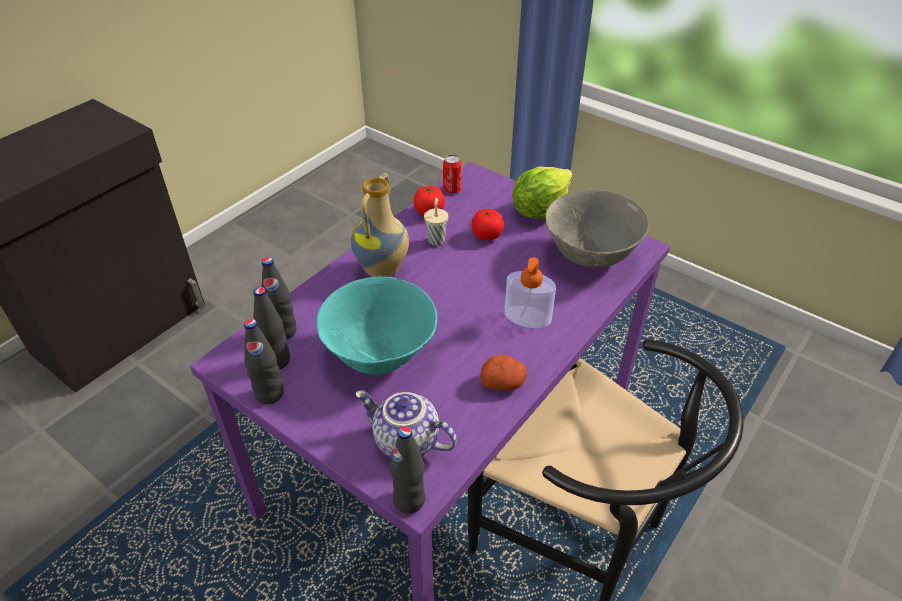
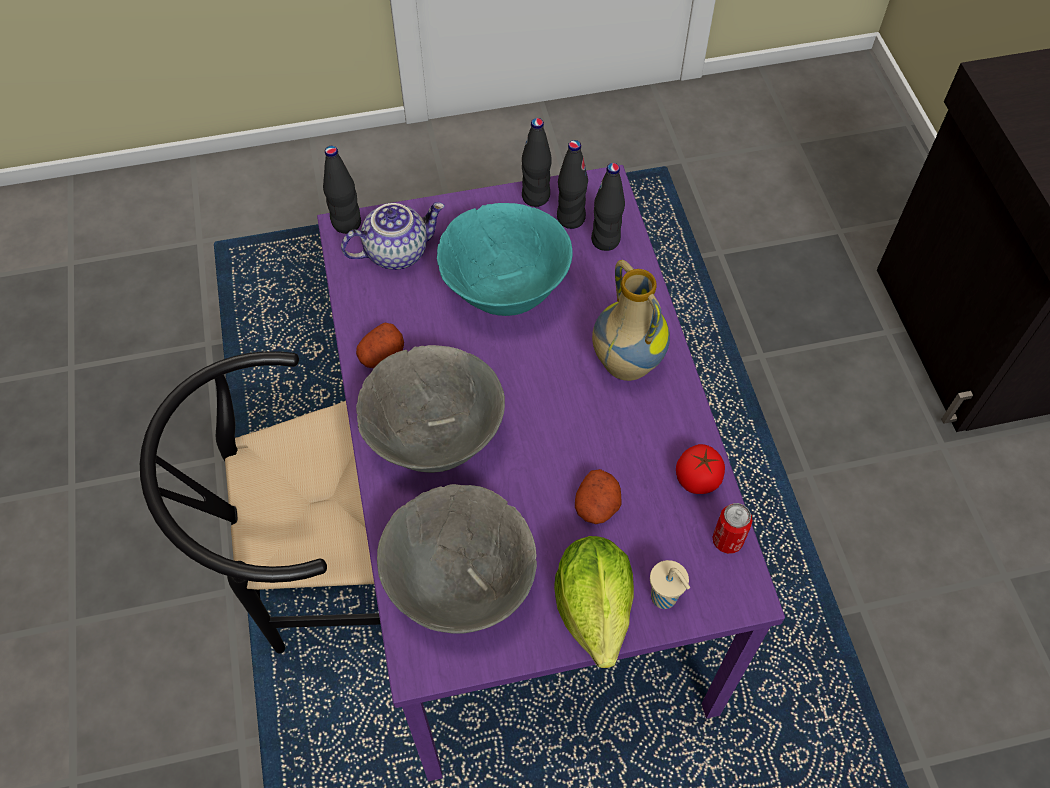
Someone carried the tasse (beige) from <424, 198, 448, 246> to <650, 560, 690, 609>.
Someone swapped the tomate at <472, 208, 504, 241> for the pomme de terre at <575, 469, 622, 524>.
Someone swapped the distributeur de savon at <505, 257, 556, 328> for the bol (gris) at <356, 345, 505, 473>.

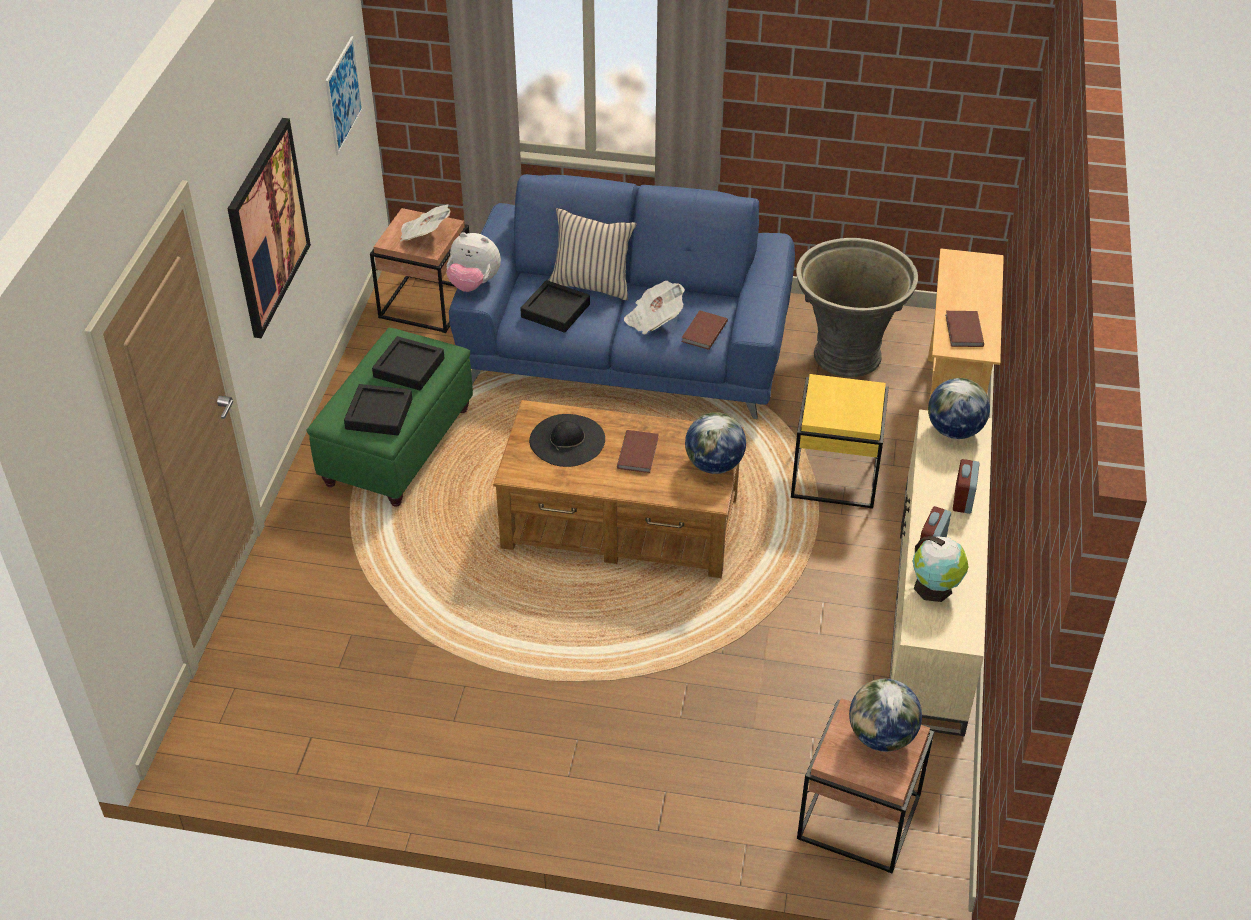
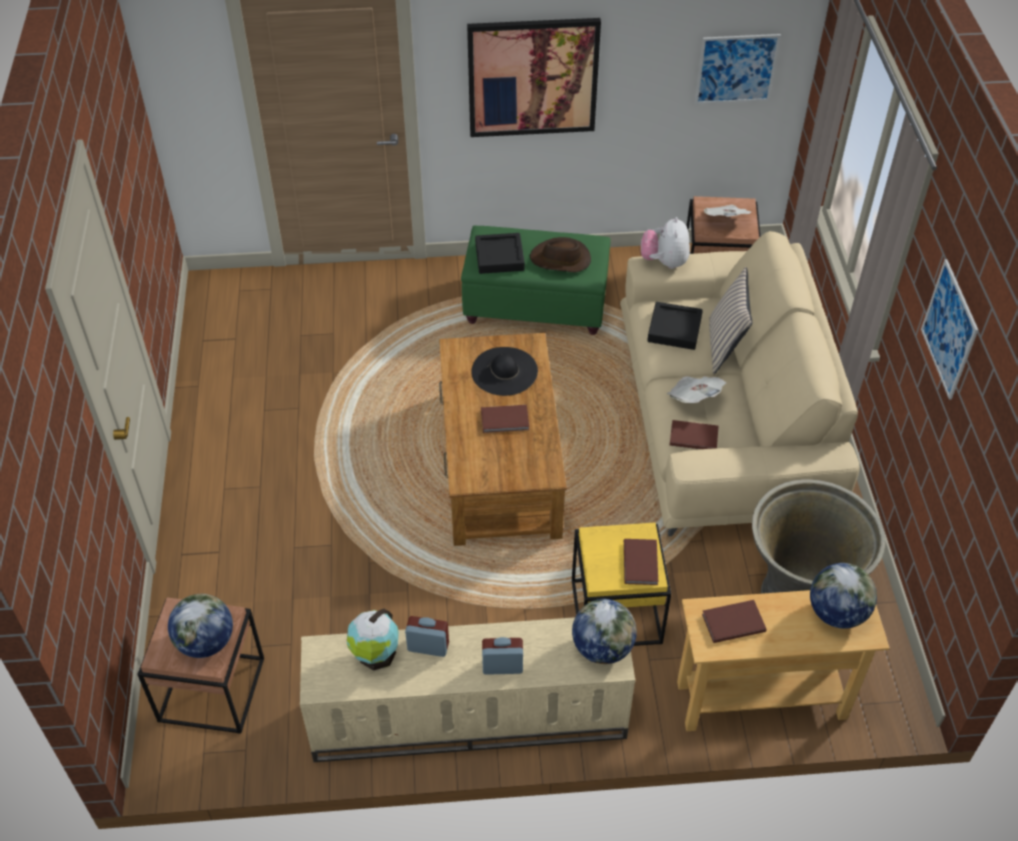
Someone repainted the canapé (bleu) at <449, 174, 795, 419>, which became the canapé (beige) at <620, 231, 860, 536>.
Someone swapped the plateau (noir) at <372, 336, 444, 390> for the chapeau (marron) at <530, 237, 591, 272>.
Someone carried the globe from <685, 412, 746, 474> to <810, 563, 877, 629>.
Someone put up the tableau at <921, 259, 978, 400>.
Someone put down the livre (marron) at <624, 539, 658, 585>.

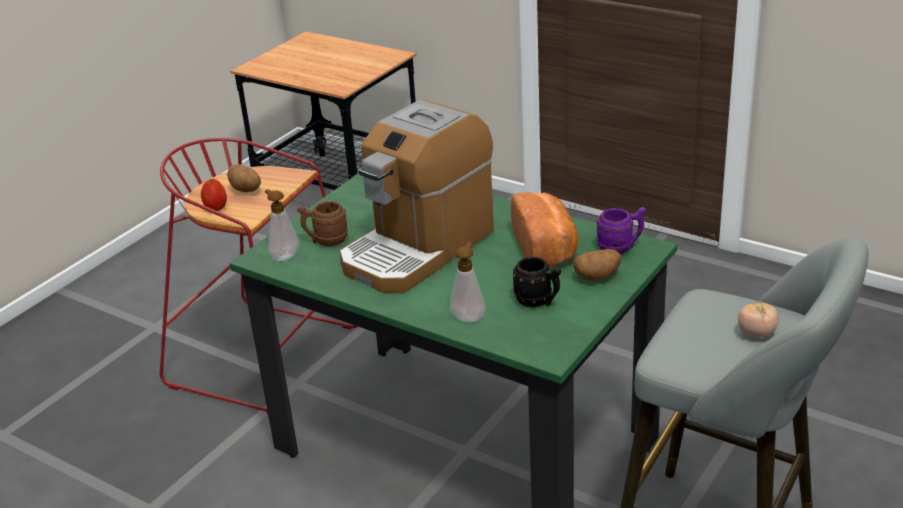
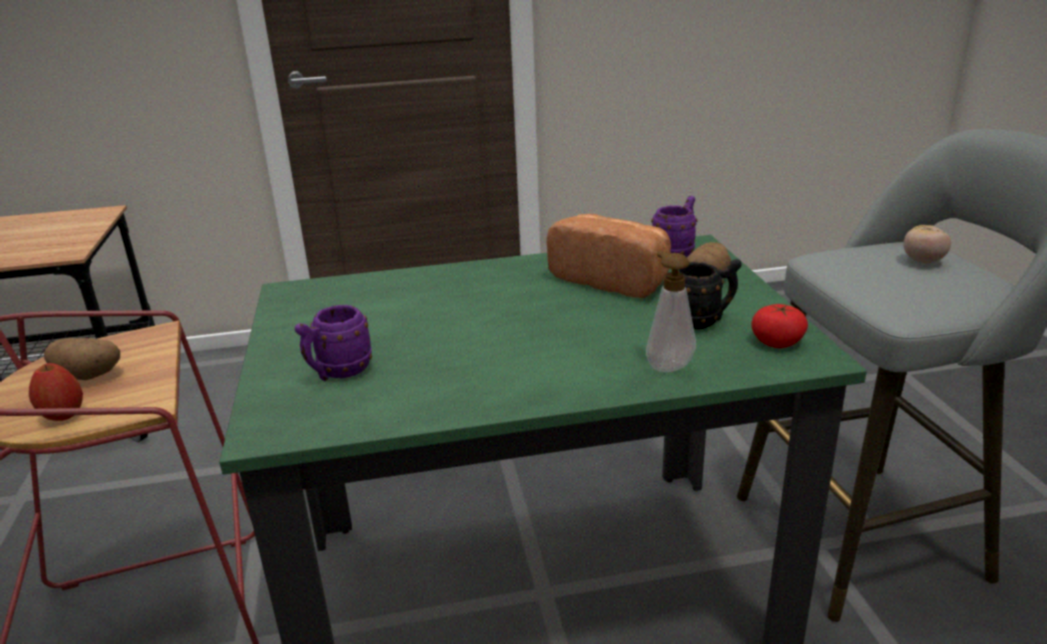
Someone took away the machine à café at <340, 100, 494, 293>.
Someone took away the distributeur de savon at <265, 189, 299, 261>.
Someone repainted the mug (marron) at <297, 201, 348, 246>, which became the mug (violet) at <295, 305, 372, 381>.
Someone put down the tomate at <751, 304, 808, 348>.

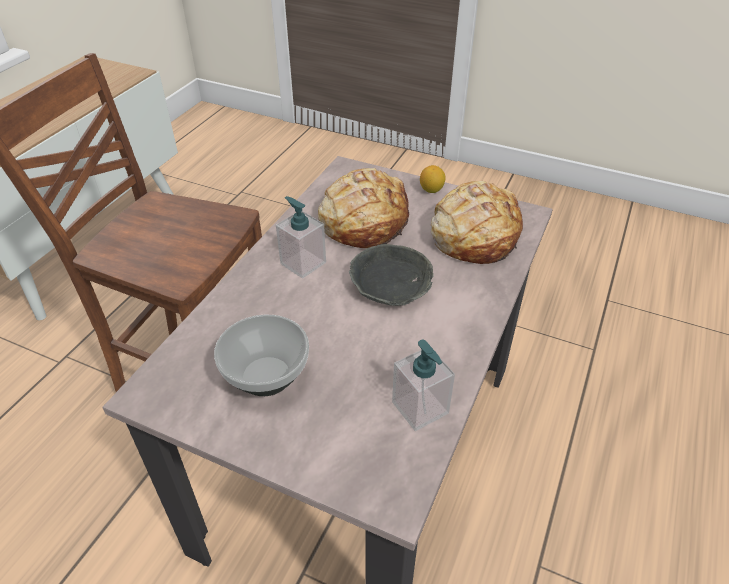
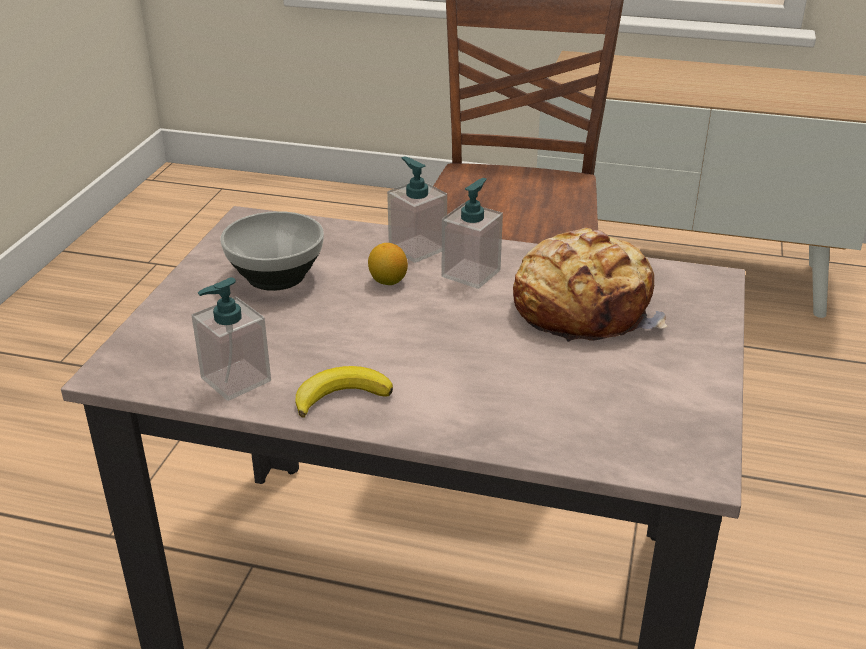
Someone carried the citron from <420, 165, 446, 193> to <368, 243, 408, 285>.
Someone took away the pain at <431, 181, 523, 264>.
Someone took away the bol (gris) at <349, 244, 434, 306>.
Someone put down the distributeur de savon at <387, 157, 447, 263>.
Someone put down the banane at <296, 366, 393, 418>.

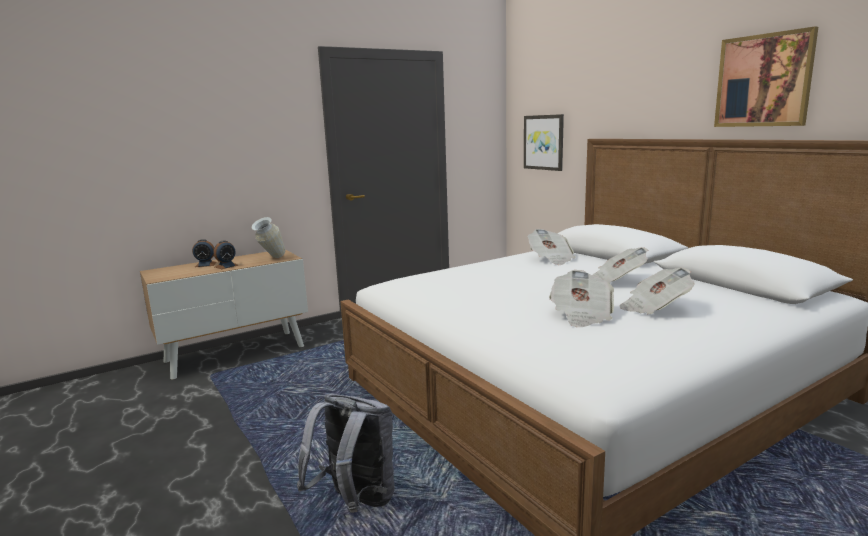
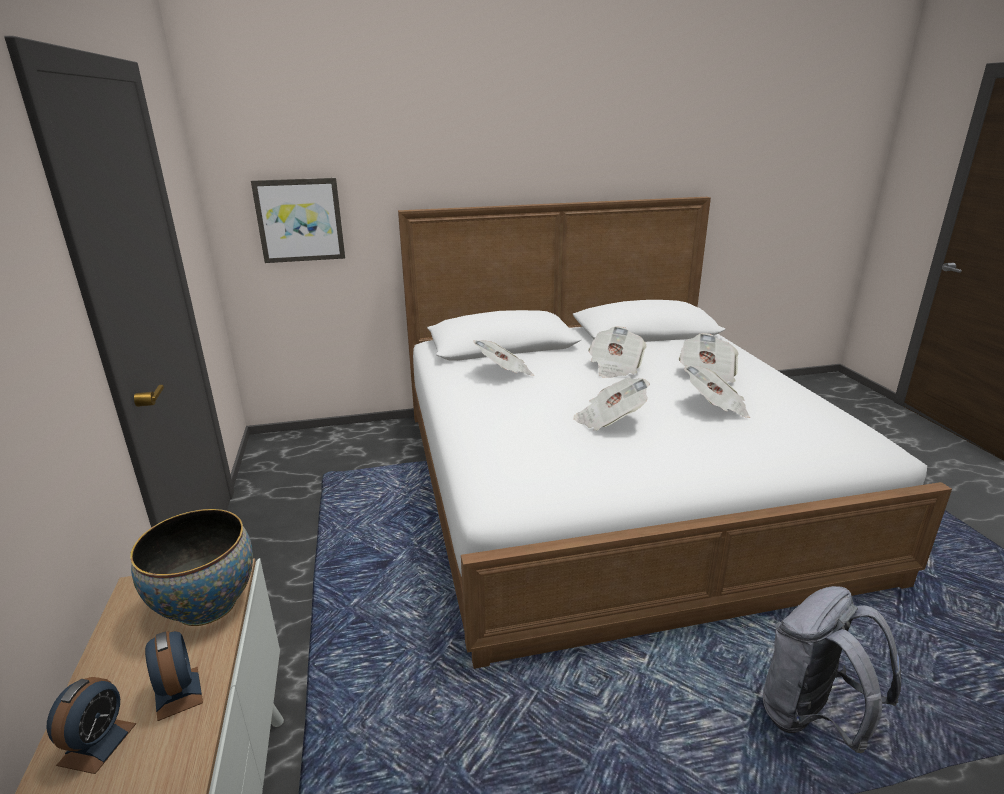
Someone took away the tableau at <714, 26, 818, 127>.
Someone swapped the vase at <252, 217, 285, 258> for the bol at <130, 509, 253, 626>.
Someone put down the journal at <573, 377, 650, 431>.

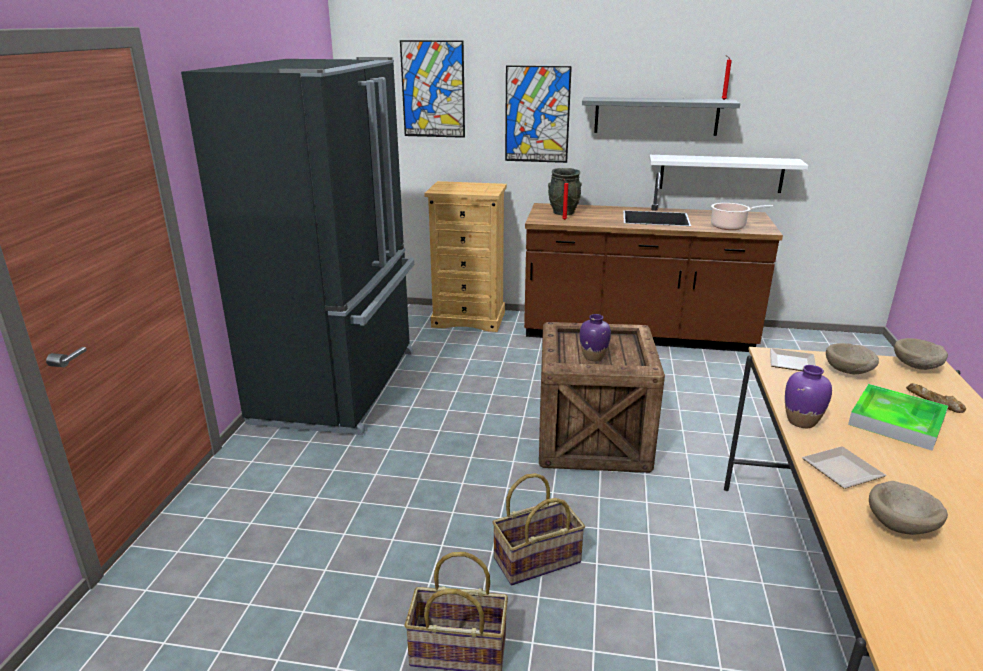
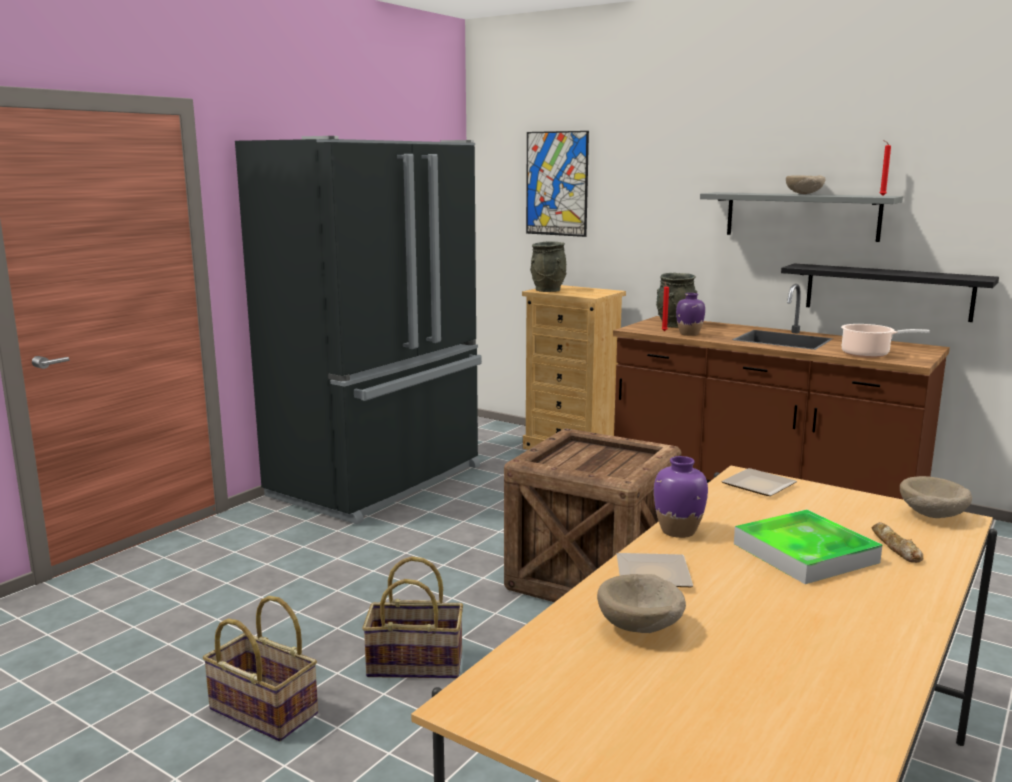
Someone took away the tableau at <505, 65, 572, 163>.
Someone repainted the étagère (blanc) at <649, 155, 808, 193>, which became the étagère (noir) at <781, 263, 999, 322>.
Someone carried the vase (violet) from <580, 314, 611, 361> to <676, 293, 705, 336>.
Someone carried the bol (beige) from <826, 343, 879, 374> to <786, 175, 826, 194>.
Someone put down the vase (gris) at <530, 241, 566, 292>.

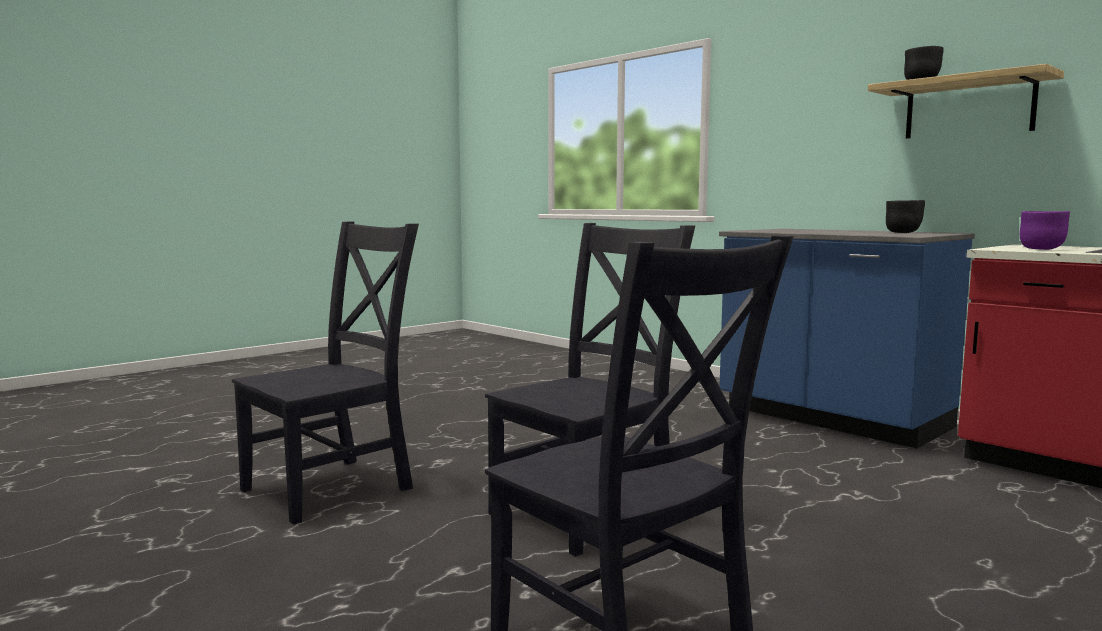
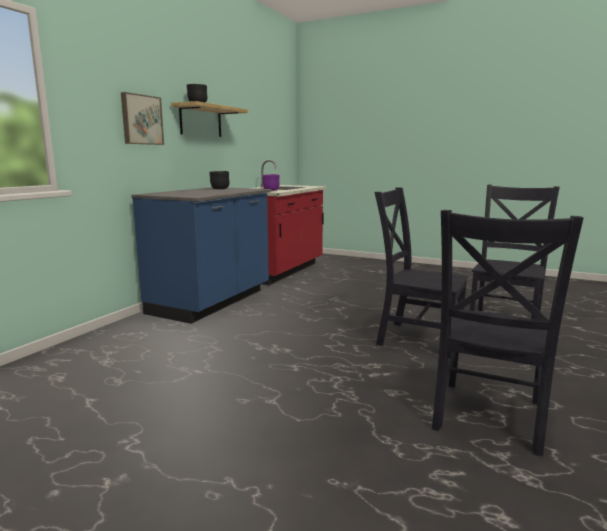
Someone rotated the chaise (noir) at <232, 222, 419, 525> by 90 degrees counterclockwise.
Someone put up the tableau at <121, 92, 164, 145>.

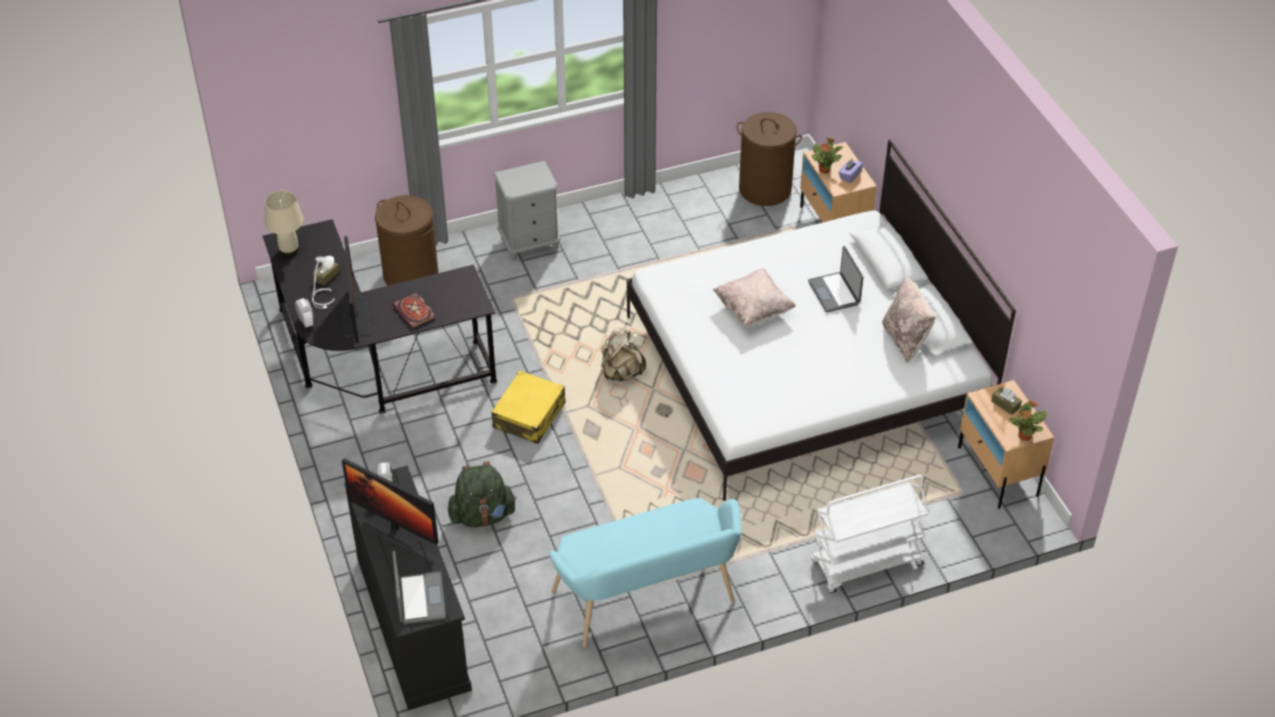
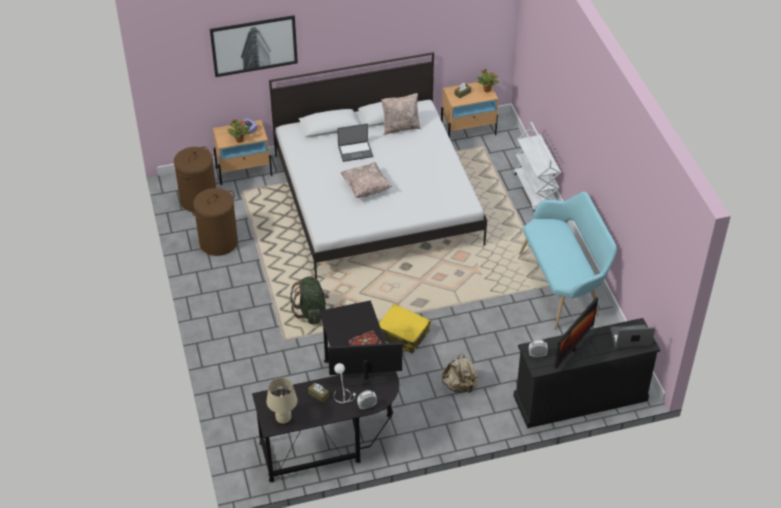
Someone took away the table de chevet (gris) at <493, 161, 560, 261>.
Someone carried the panier à linge (marron) from <375, 195, 438, 286> to <192, 188, 238, 256>.
Someone carried the sac à dos (beige) from <601, 328, 646, 381> to <442, 353, 478, 393>.
Someone carried the sac à dos (vert) from <447, 461, 517, 527> to <290, 277, 329, 324>.
Someone put up the tableau at <210, 15, 298, 77>.

